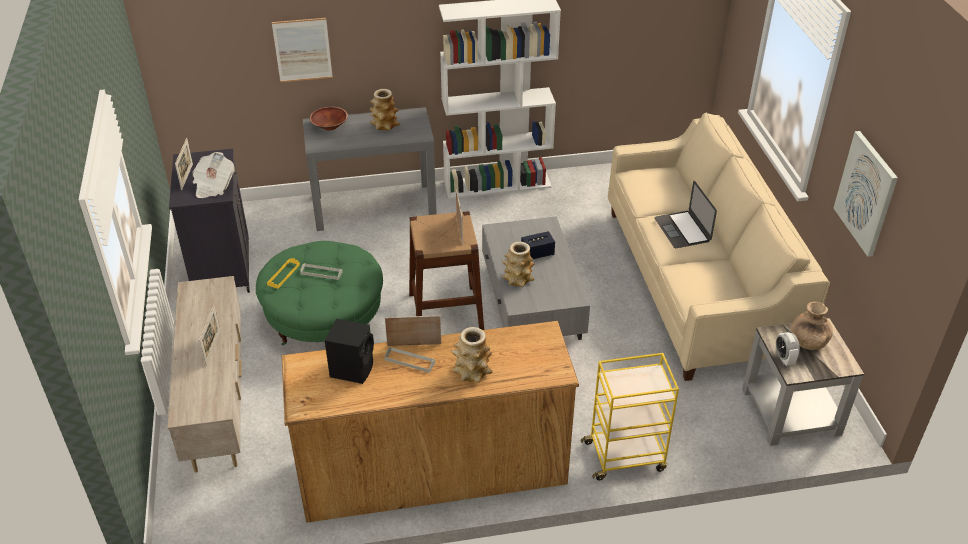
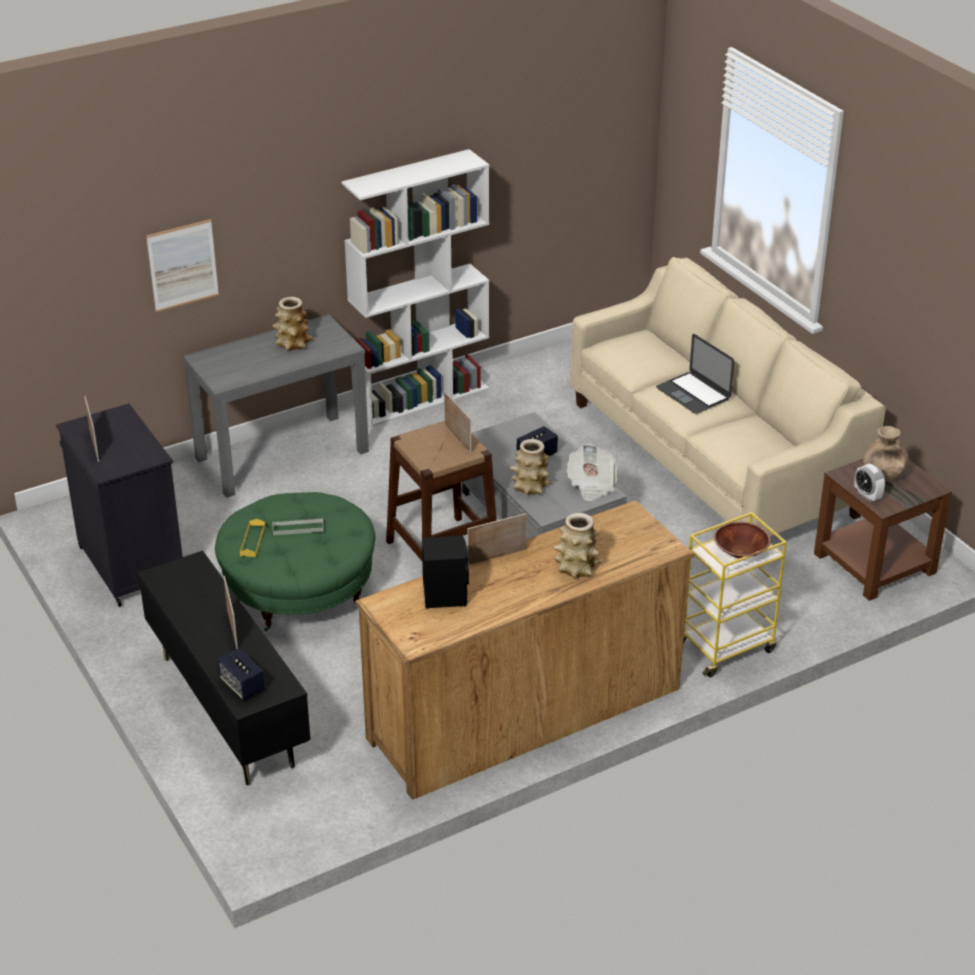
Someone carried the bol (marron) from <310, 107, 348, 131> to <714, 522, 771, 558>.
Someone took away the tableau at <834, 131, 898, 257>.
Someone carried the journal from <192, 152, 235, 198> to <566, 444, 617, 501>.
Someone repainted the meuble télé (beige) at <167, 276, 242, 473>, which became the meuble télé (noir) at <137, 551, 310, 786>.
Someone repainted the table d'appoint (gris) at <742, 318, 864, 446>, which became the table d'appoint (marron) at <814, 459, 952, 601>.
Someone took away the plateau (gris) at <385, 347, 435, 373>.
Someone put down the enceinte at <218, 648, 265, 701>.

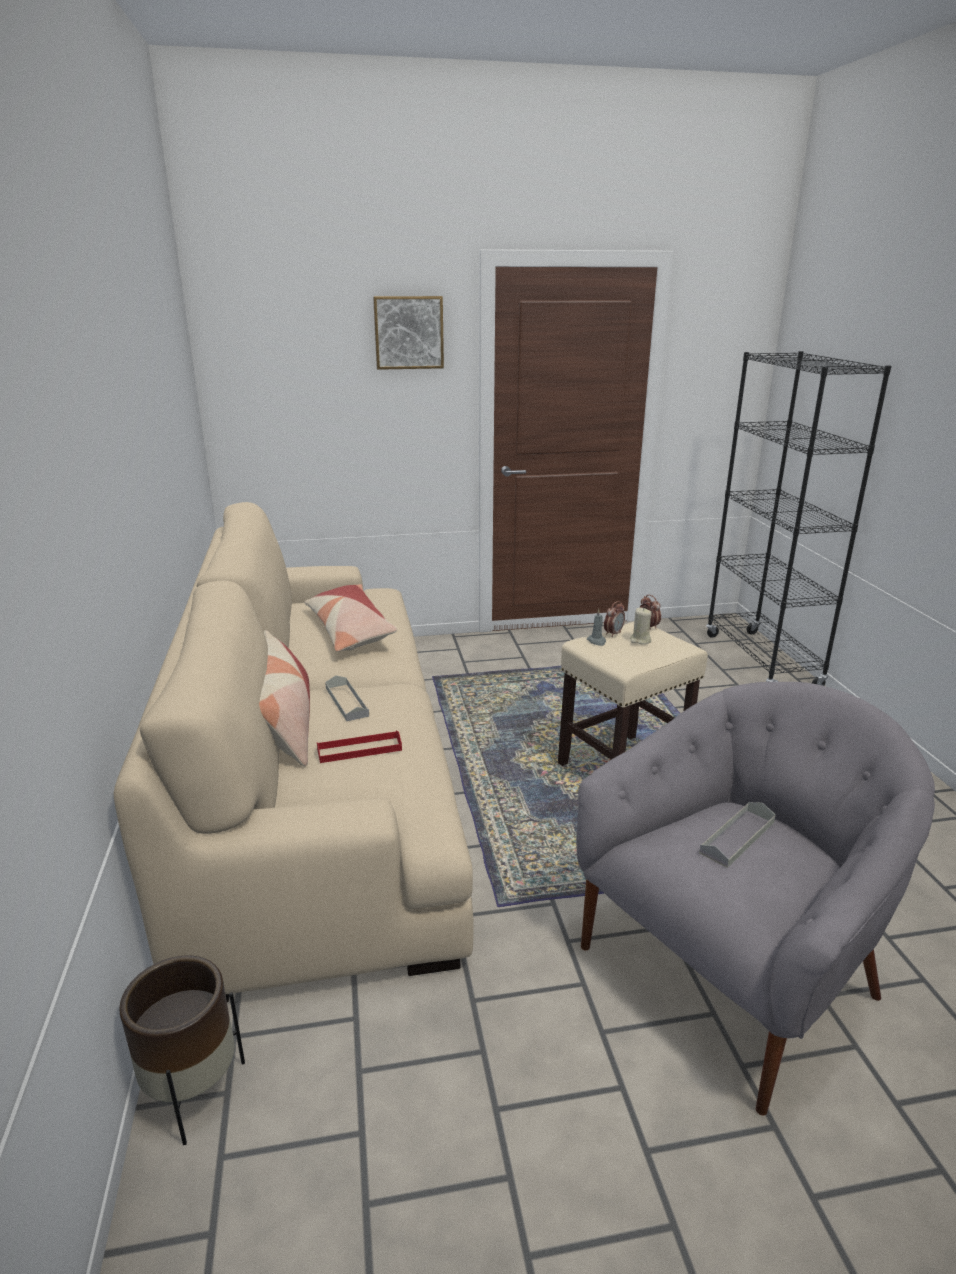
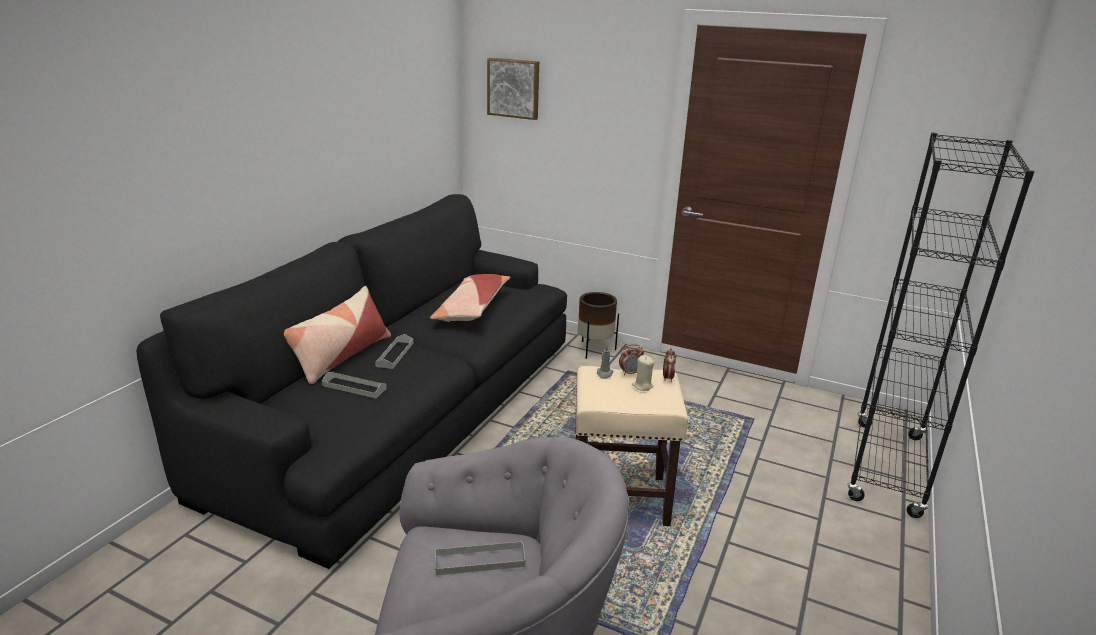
Someone carried the tableau from <373, 296, 444, 370> to <487, 58, 539, 120>.
Someone repainted the canapé (beige) at <114, 502, 474, 1002>, which became the canapé (noir) at <136, 194, 567, 569>.
Someone repainted the plateau (rouge) at <317, 730, 402, 763>, which became the plateau (gris) at <322, 372, 386, 398>.
Someone carried the cache-pot (marron) from <119, 955, 245, 1145> to <578, 292, 619, 359>.

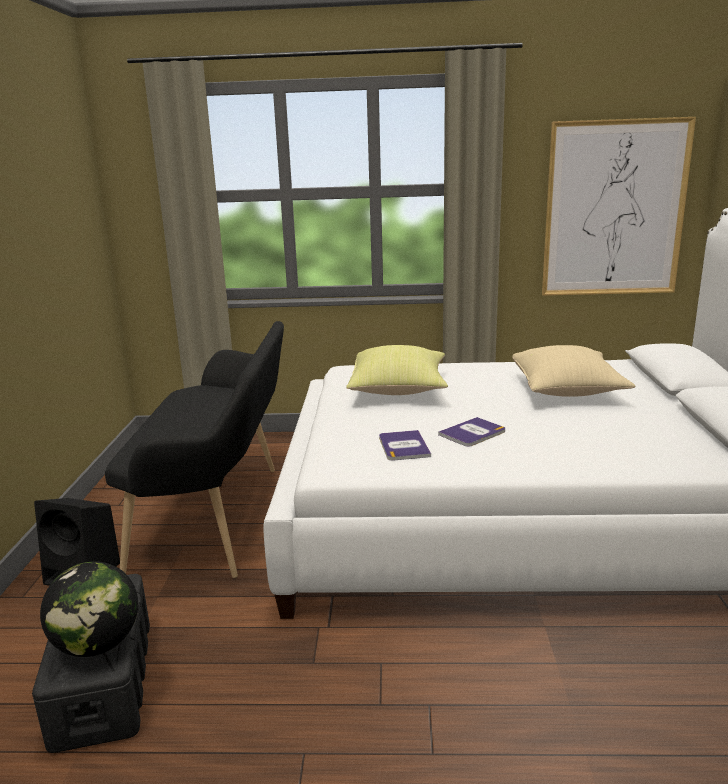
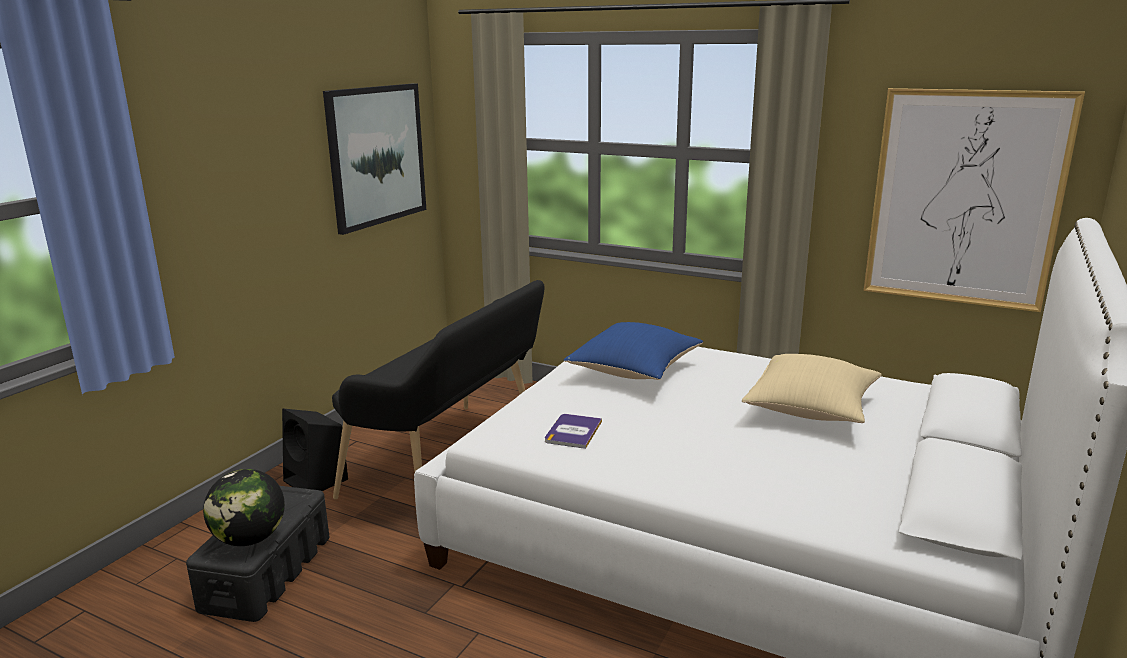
Someone repainted the coussin (jaune) at <346, 345, 448, 395>, which became the coussin (bleu) at <564, 322, 703, 380>.
Someone took away the livre at <438, 417, 505, 447>.
Someone put up the tableau at <323, 83, 426, 235>.

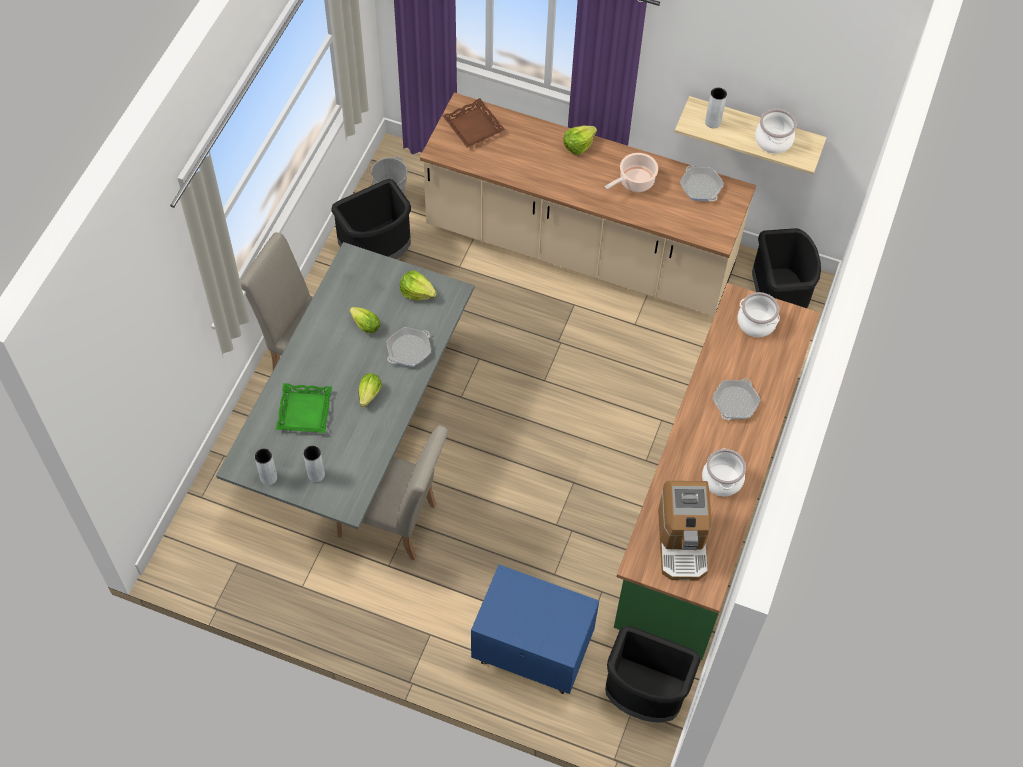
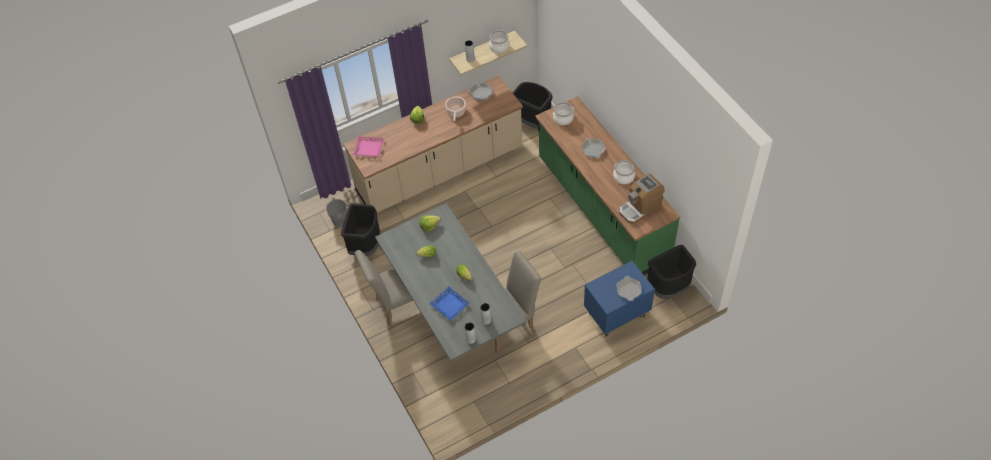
Someone repainted the plateau (marron) at <442, 98, 505, 148>, which became the plateau (rose) at <353, 136, 384, 157>.
Someone carried the poêle from <386, 327, 431, 367> to <617, 276, 642, 301>.
Someone repainted the plateau (vert) at <276, 383, 332, 433>, which became the plateau (bleu) at <429, 286, 470, 321>.
Someone rotated the machine à café at <658, 481, 712, 580> by 105 degrees clockwise.

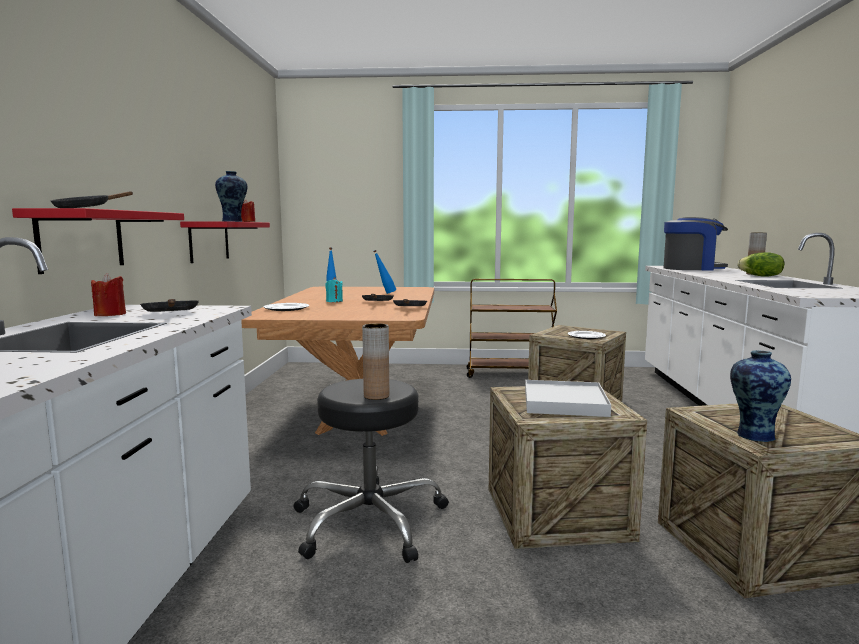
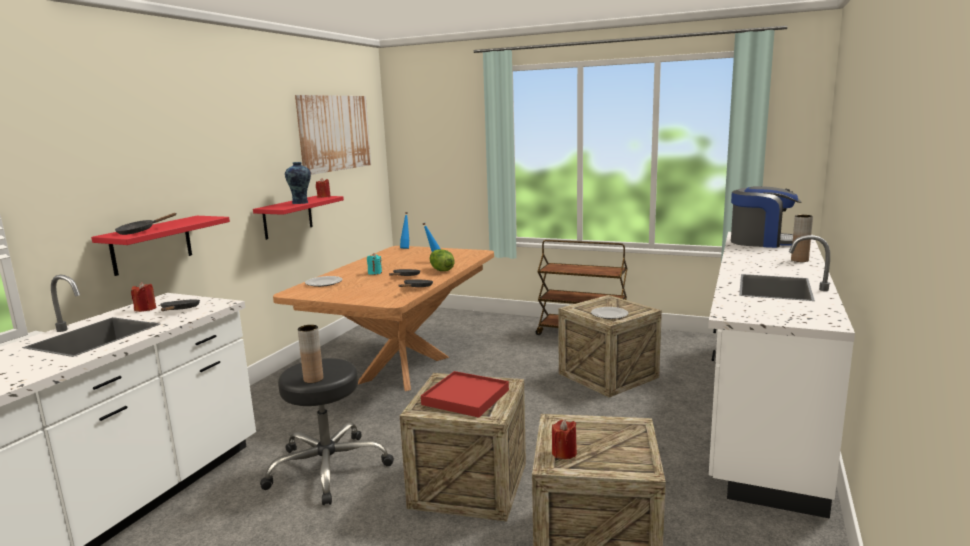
Someone carried the laitue from <738, 252, 784, 277> to <430, 249, 454, 271>.
Someone swapped the vase at <730, 350, 791, 442> for the bougie (rouge) at <552, 419, 577, 459>.
Someone repainted the plateau (blanc) at <525, 380, 611, 417>, which became the plateau (rouge) at <421, 371, 509, 418>.
Someone put up the tableau at <295, 95, 371, 175>.

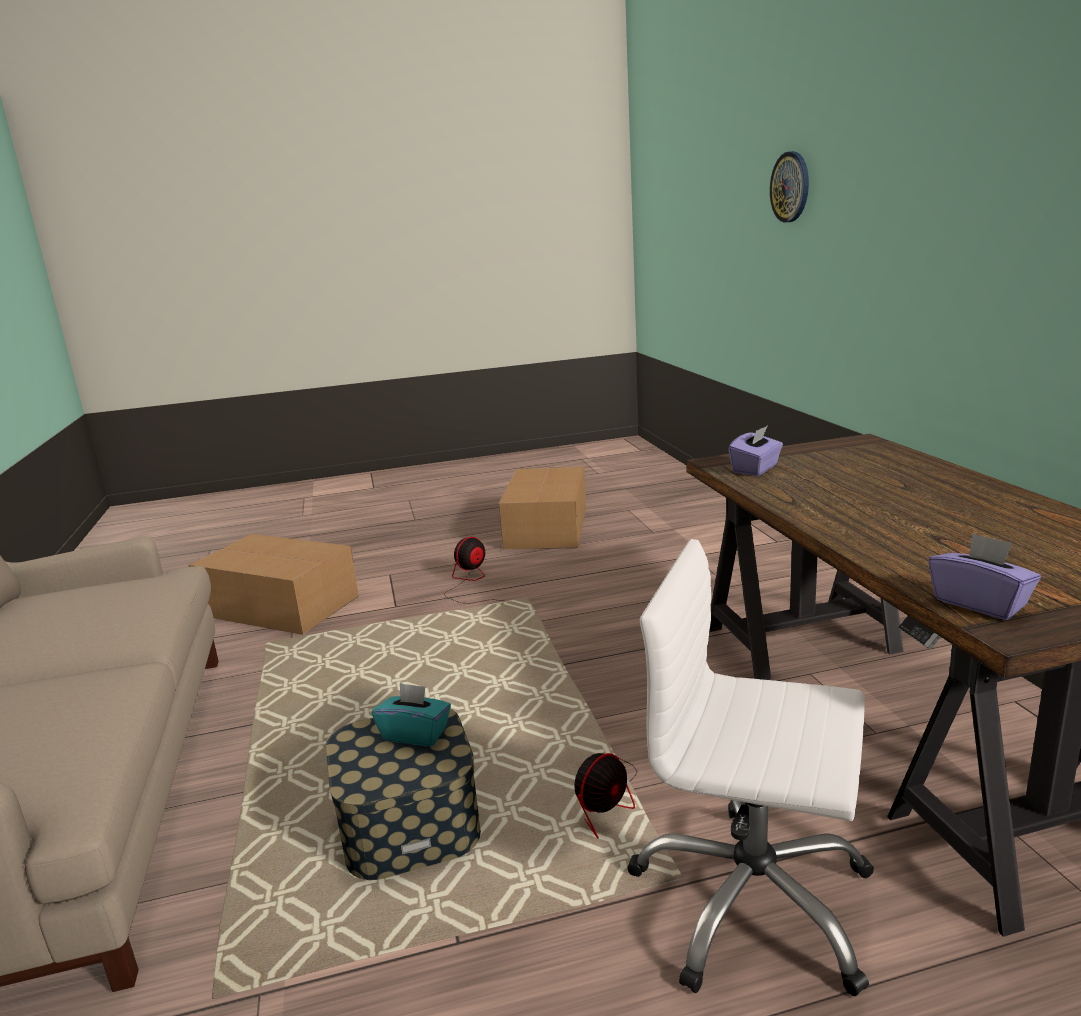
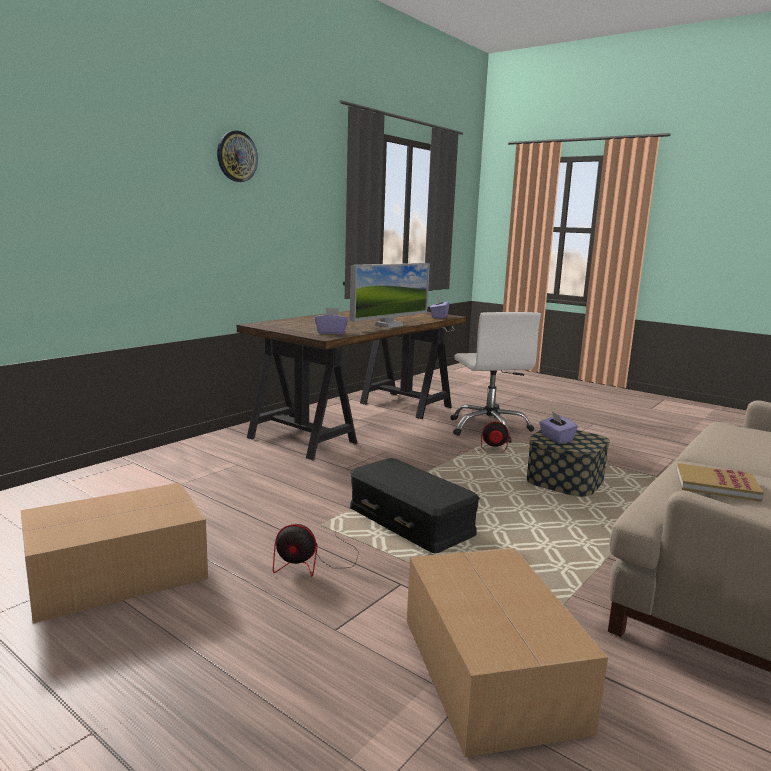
Someone carried the horloge murale from <770, 151, 809, 223> to <217, 130, 258, 182>.
Someone repainted the boîte à mouchoirs (turquoise) at <372, 683, 451, 746>, which became the boîte à mouchoirs (violet) at <539, 411, 578, 444>.
Someone put down the écran d'ordinateur at <349, 263, 430, 328>.
Someone put down the boîte de rangement (noir) at <350, 458, 480, 553>.
Someone put down the livre at <676, 463, 764, 502>.

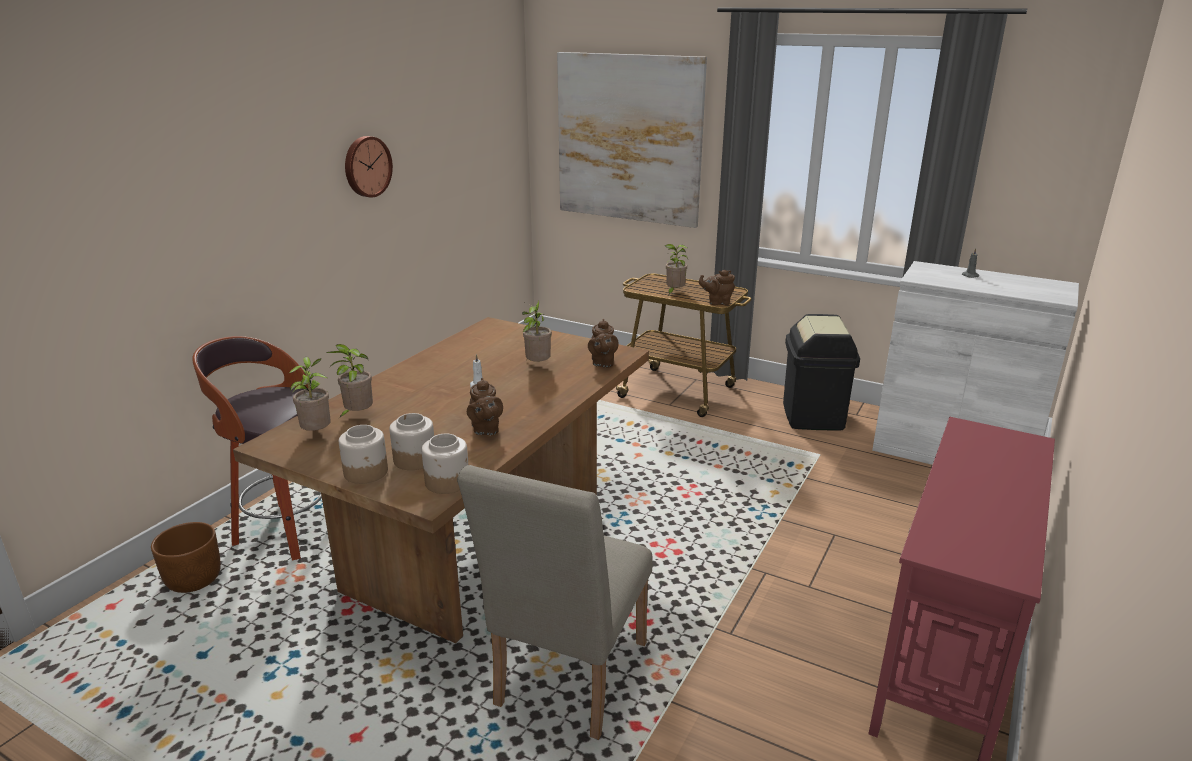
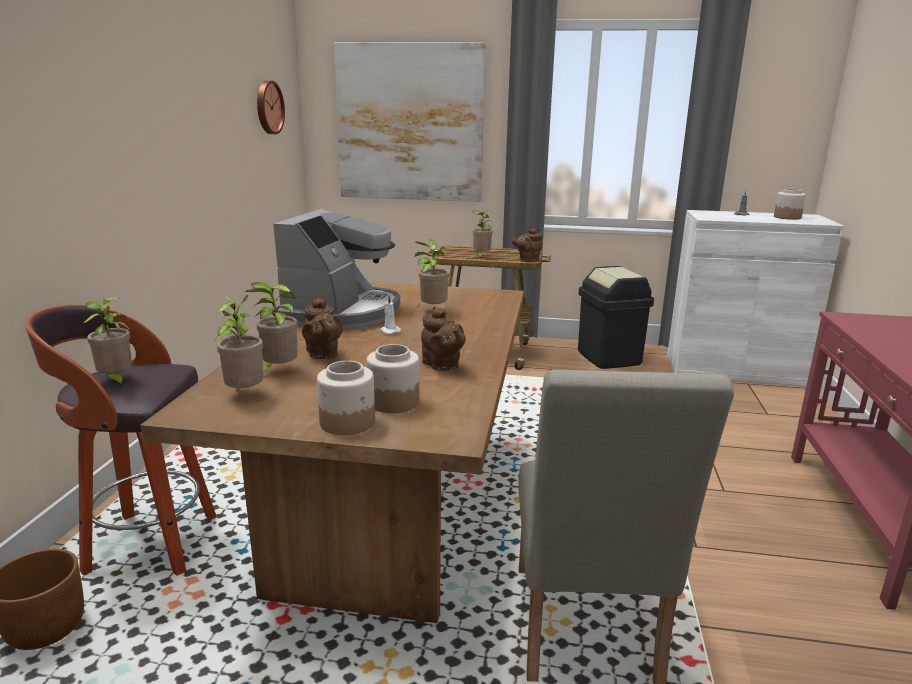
Someone carried the horloge murale from <345, 136, 393, 197> to <257, 81, 285, 134>.
Someone carried the théière (marron) from <588, 319, 619, 368> to <302, 297, 343, 359>.
Someone carried the bocal from <422, 434, 468, 494> to <774, 189, 806, 220>.
Someone put down the machine à café at <273, 209, 400, 329>.
Someone put down the plante en pot at <84, 297, 132, 389>.

